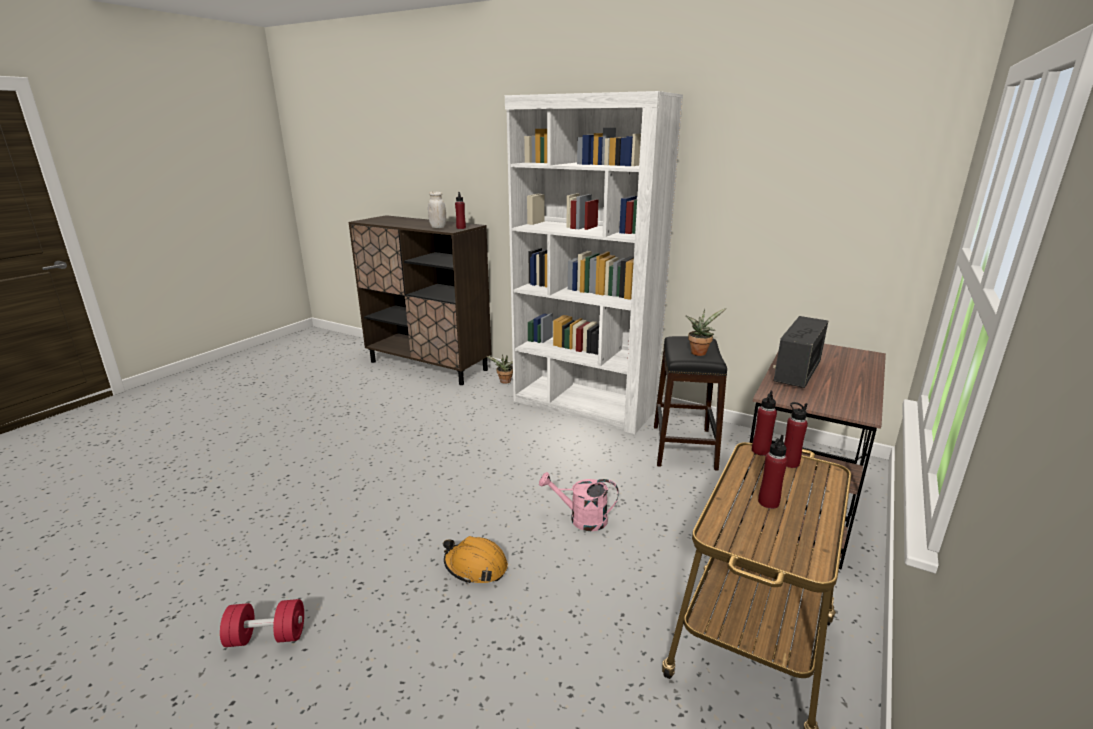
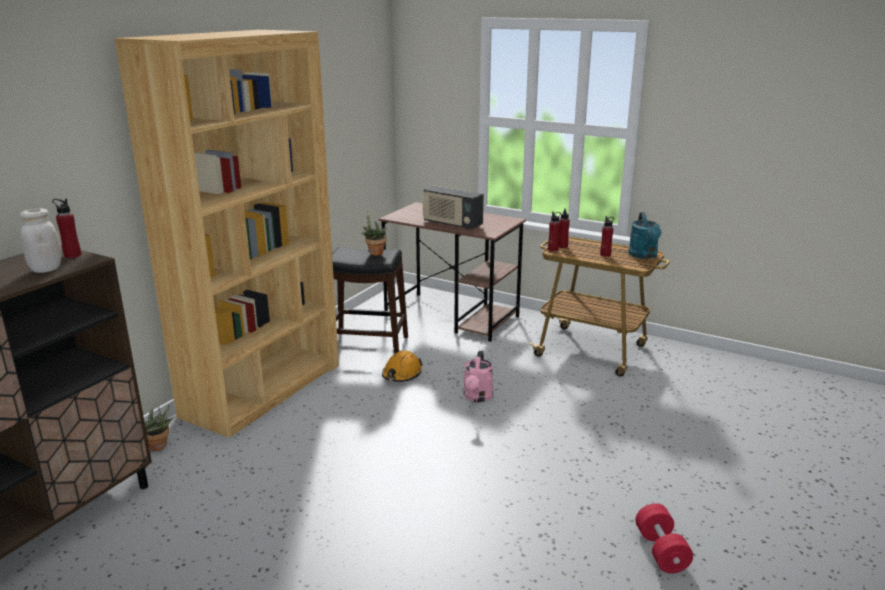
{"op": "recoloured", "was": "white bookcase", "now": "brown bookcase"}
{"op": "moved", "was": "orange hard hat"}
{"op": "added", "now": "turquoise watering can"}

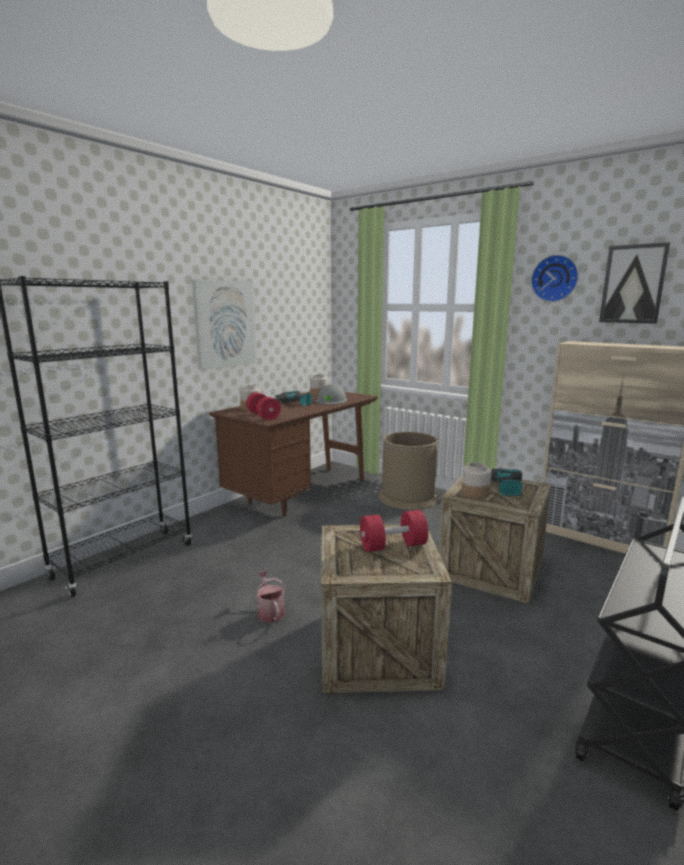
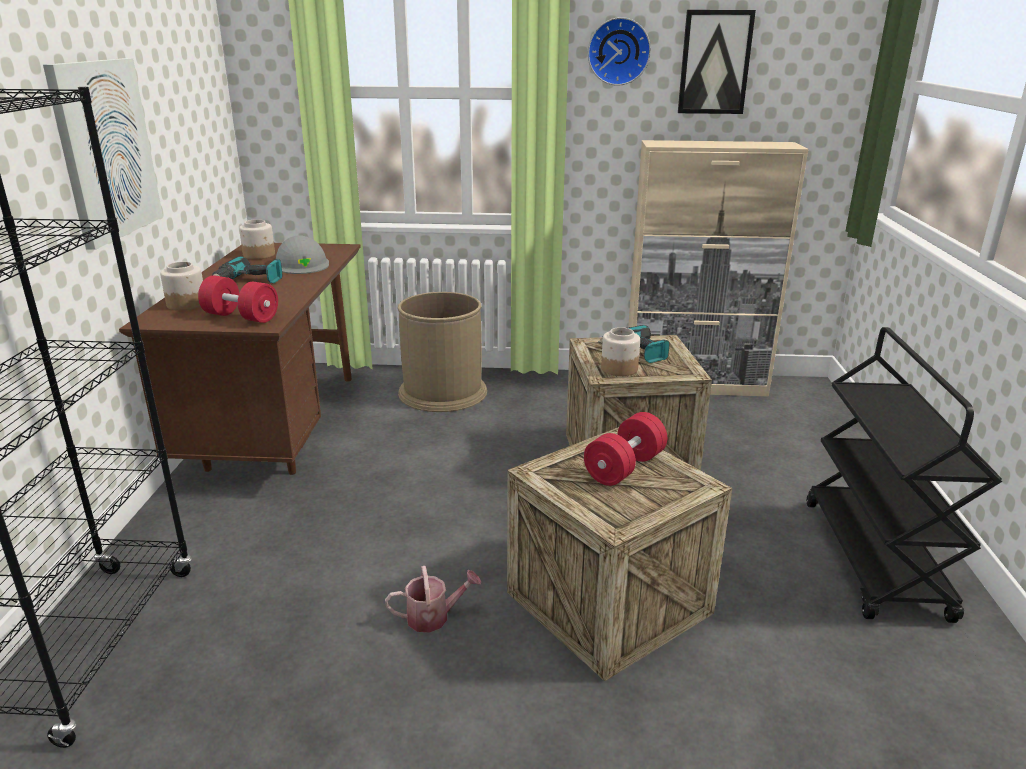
{"op": "turned", "was": "watering can", "clockwise": 135}

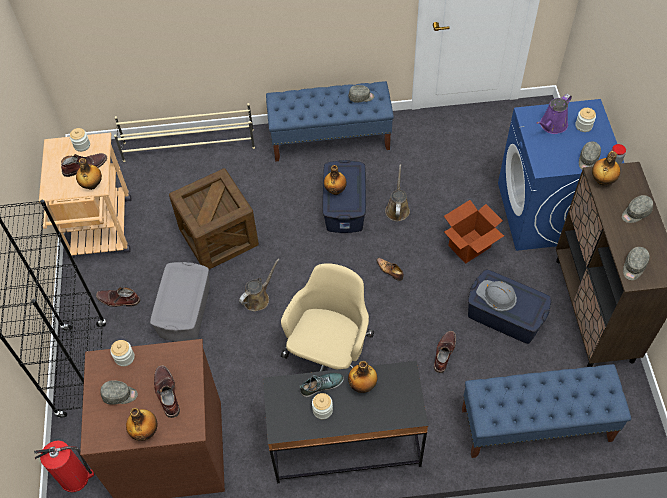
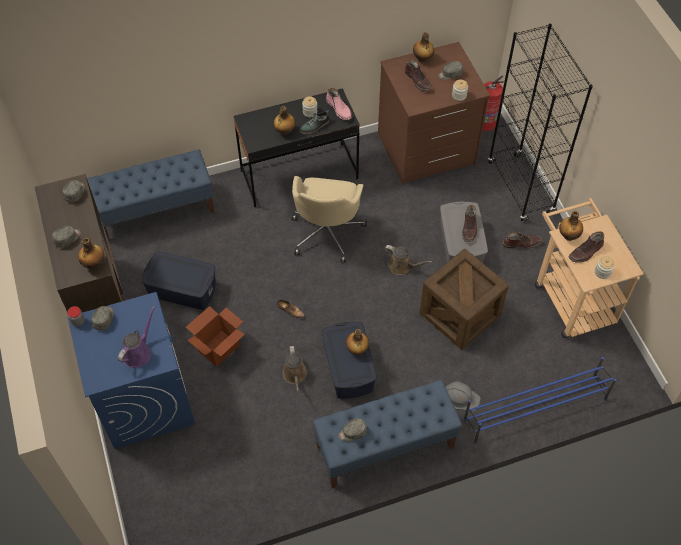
{"op": "recoloured", "was": "beige shoe rack", "now": "blue shoe rack"}
{"op": "removed", "was": "jar (4th from left)"}
{"op": "turned", "was": "brown watering can (1st from left in the first image)", "clockwise": -90}
{"op": "moved", "was": "grey hard hat"}
{"op": "moved", "was": "brown boot (4th from left in the first image)", "now": "brown boot (2nd from left)"}
{"op": "added", "now": "pink boot"}

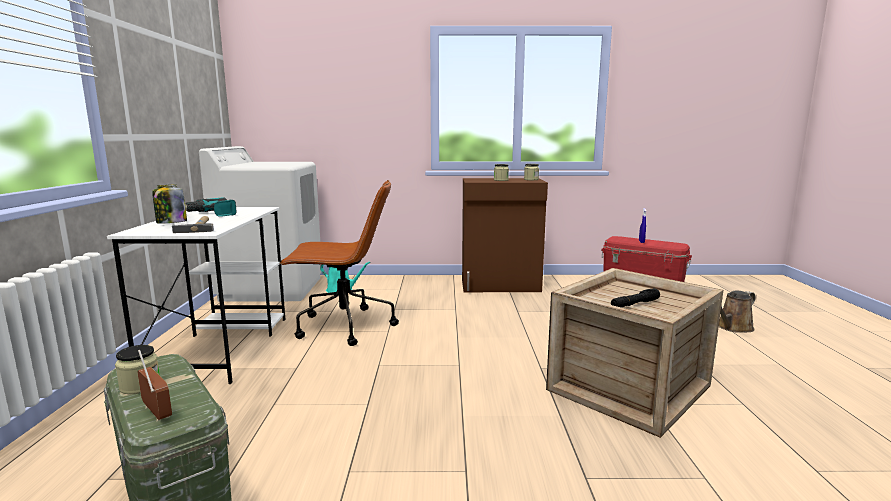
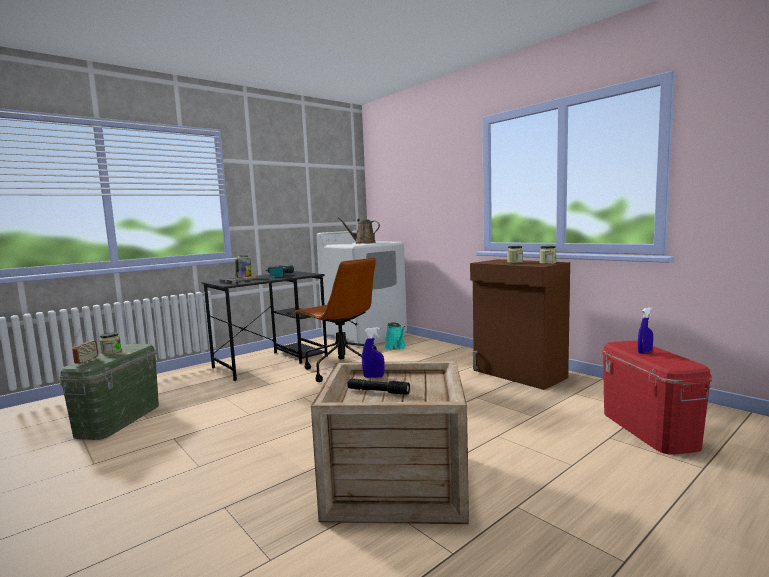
{"op": "recoloured", "was": "white desk", "now": "black desk"}
{"op": "moved", "was": "brown watering can"}
{"op": "added", "now": "blue spray bottle (1st from left)"}

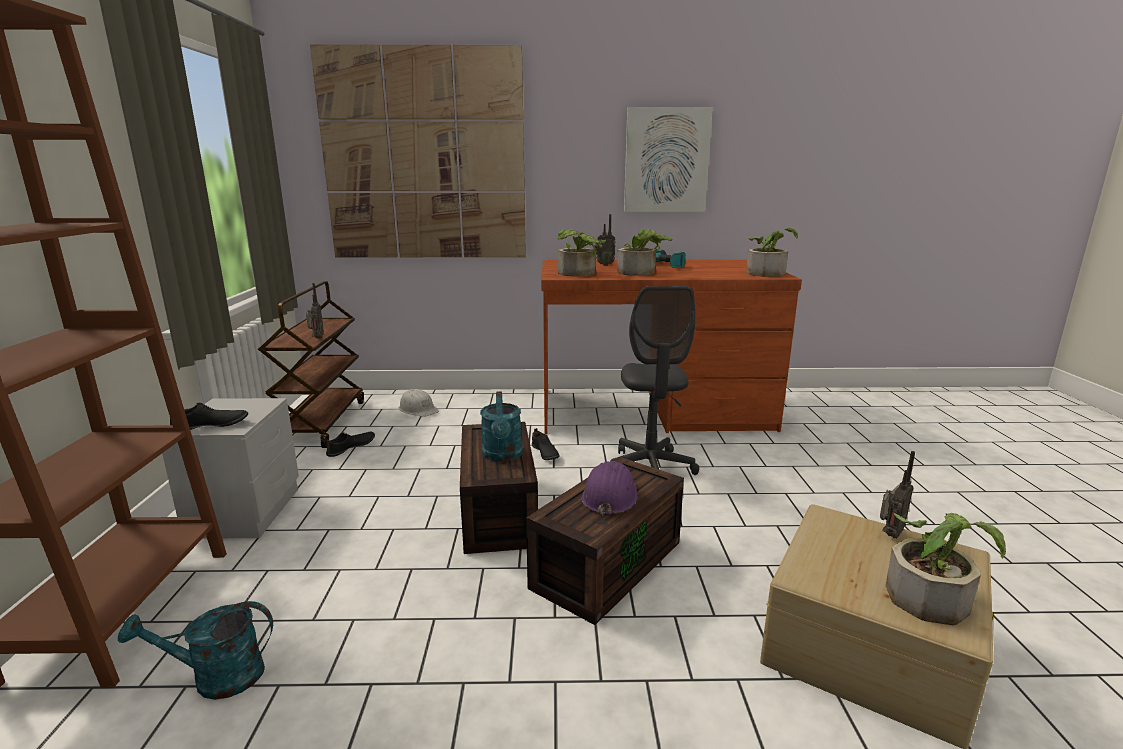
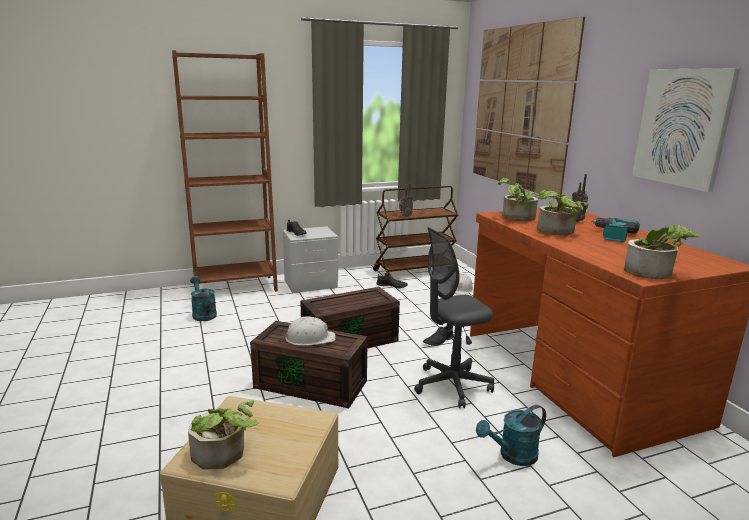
{"op": "moved", "was": "turquoise watering can (2nd from left)"}
{"op": "removed", "was": "radio (3rd from left)"}
{"op": "recoloured", "was": "purple hard hat", "now": "white hard hat (1st from left)"}

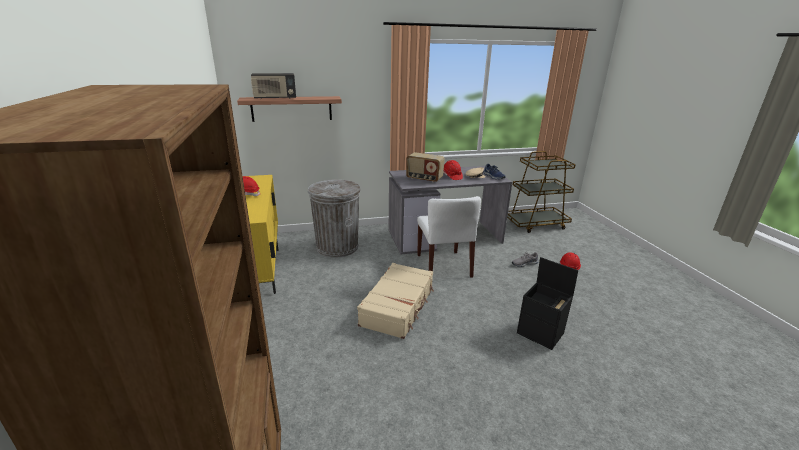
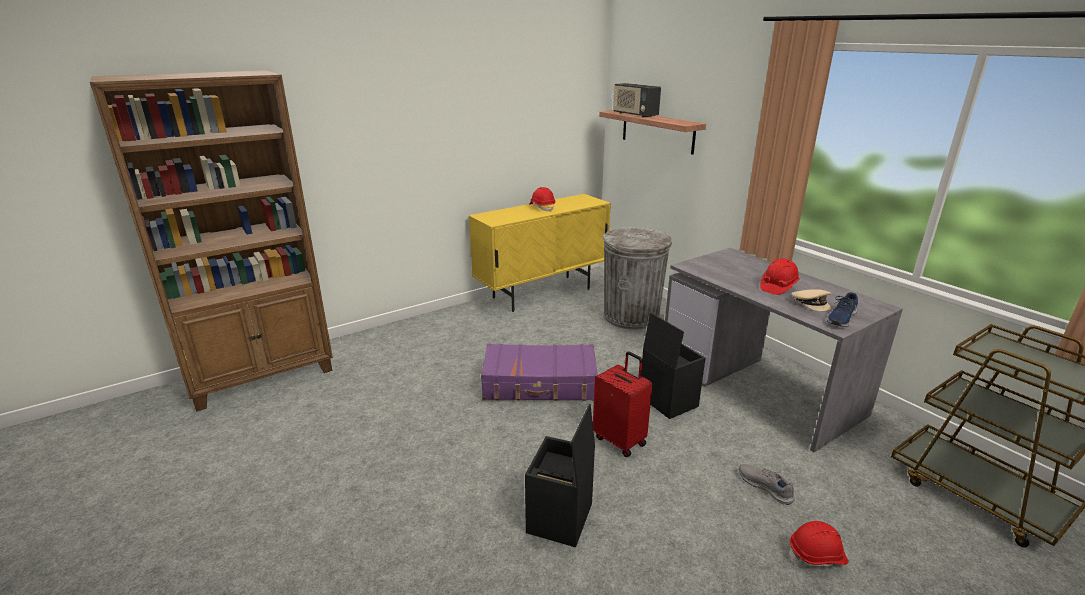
{"op": "removed", "was": "radio (2nd from left)"}
{"op": "replaced", "was": "white chair", "now": "black storage box (2nd from left)"}
{"op": "recoloured", "was": "beige suitcase", "now": "purple suitcase"}
{"op": "added", "now": "red suitcase"}

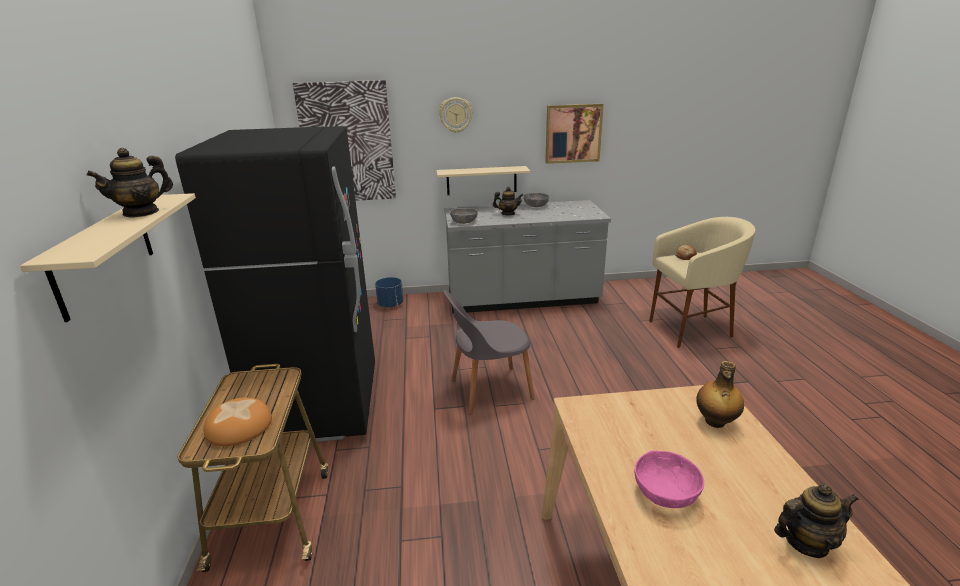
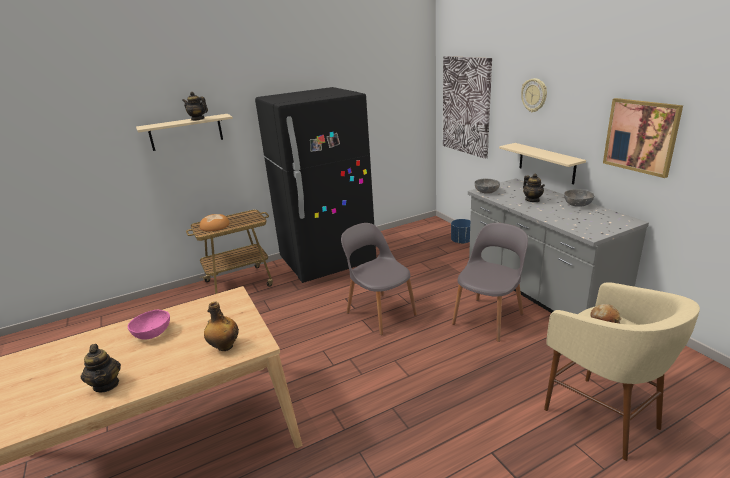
{"op": "added", "now": "grey chair (2nd from left)"}

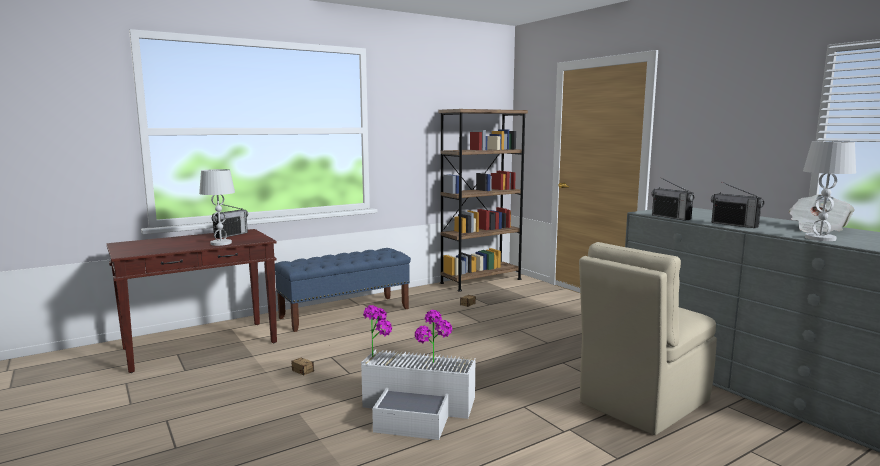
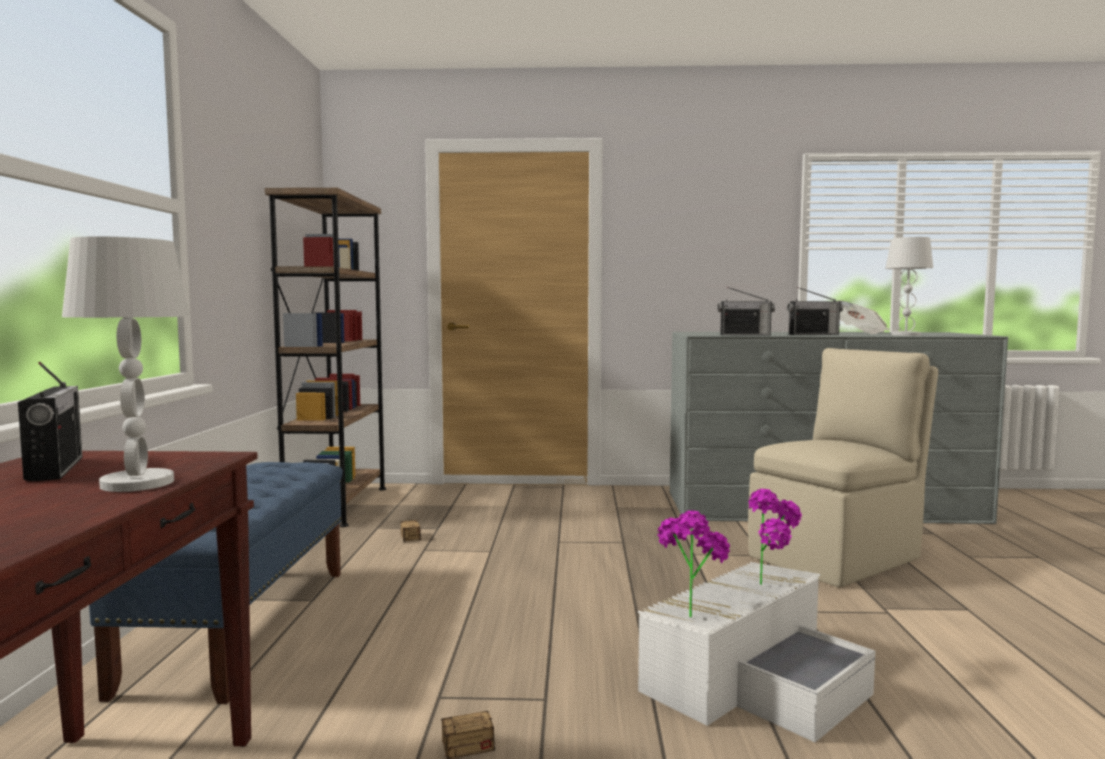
{"op": "turned", "was": "beige chair", "clockwise": -120}

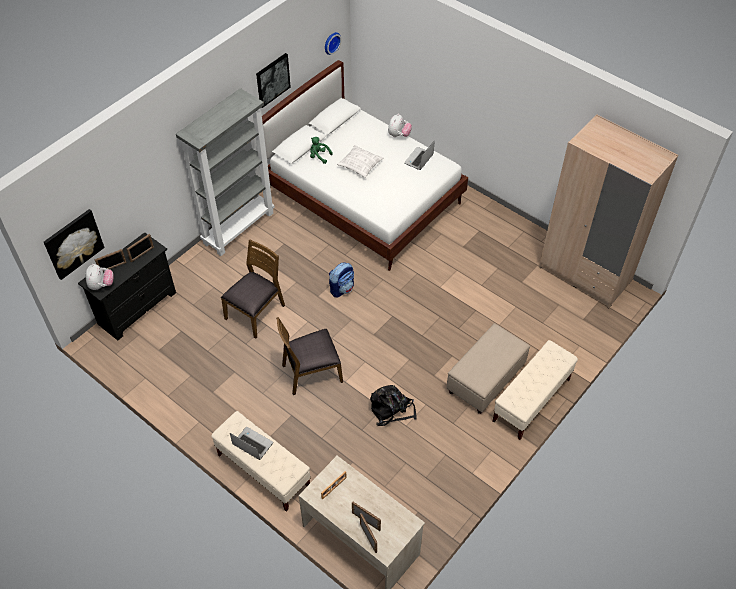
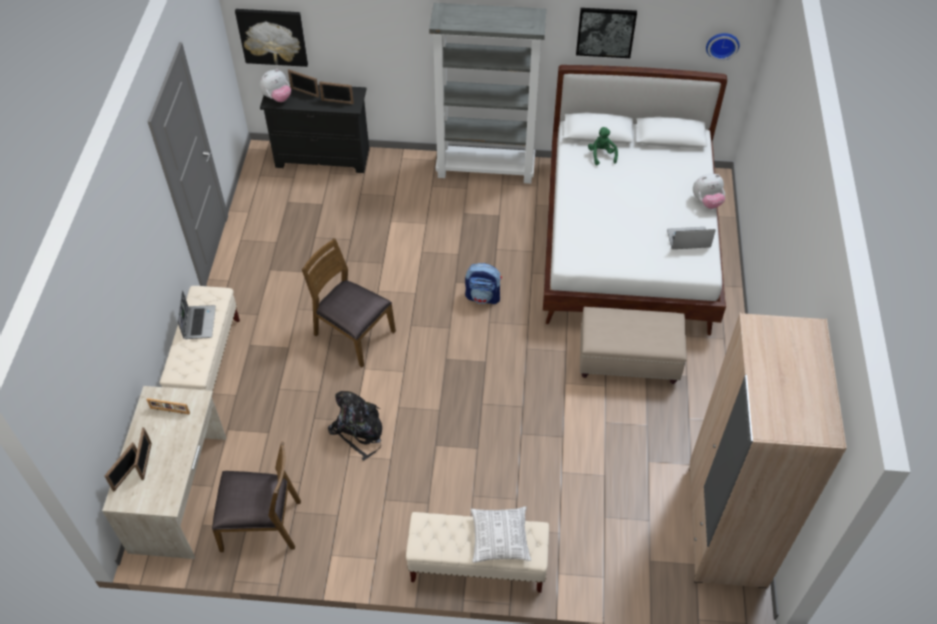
{"op": "moved", "was": "pillow"}
{"op": "moved", "was": "brown chair (1st from left)"}
{"op": "moved", "was": "beige ottoman"}

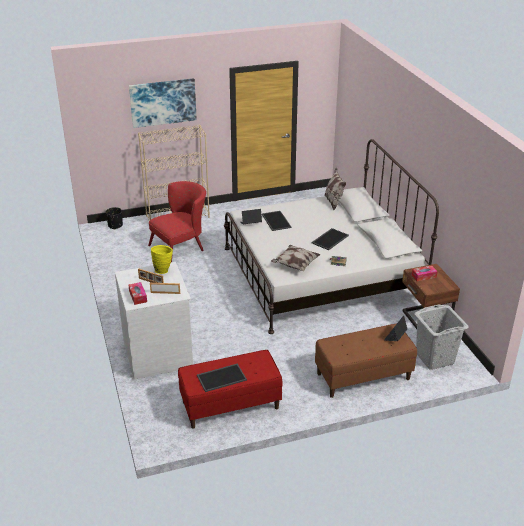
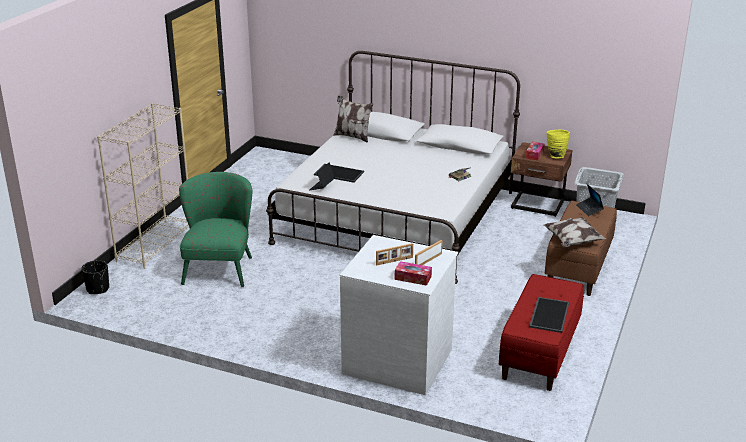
{"op": "removed", "was": "picture"}
{"op": "recoloured", "was": "red armchair", "now": "green armchair"}
{"op": "removed", "was": "tray (3rd from left)"}
{"op": "moved", "was": "yellow vase"}
{"op": "moved", "was": "pillow (1st from left in the first image)", "now": "pillow (2nd from left)"}

